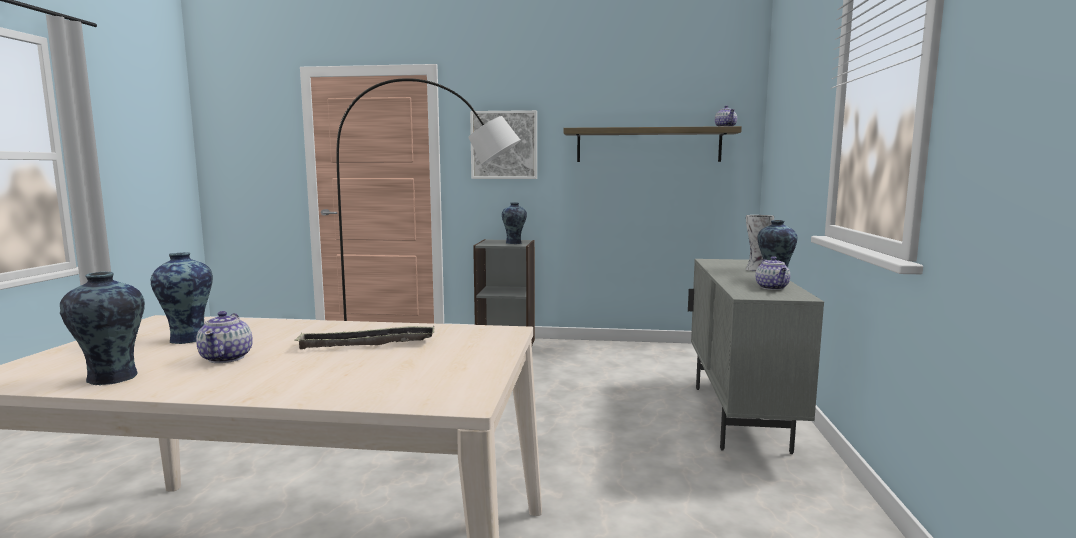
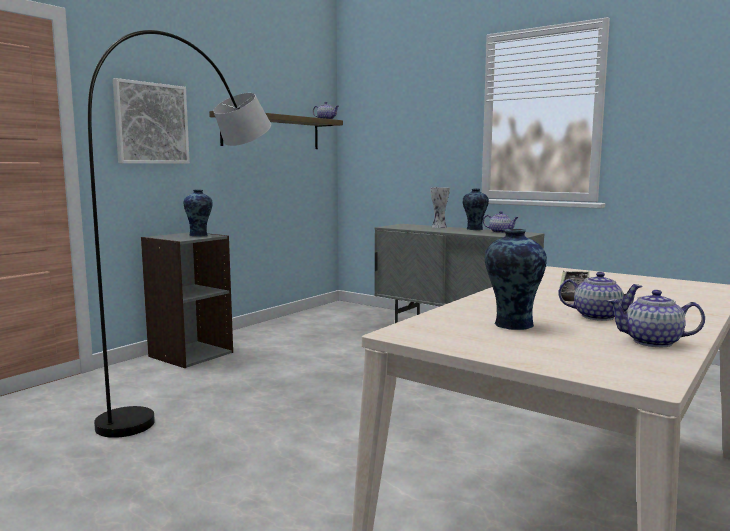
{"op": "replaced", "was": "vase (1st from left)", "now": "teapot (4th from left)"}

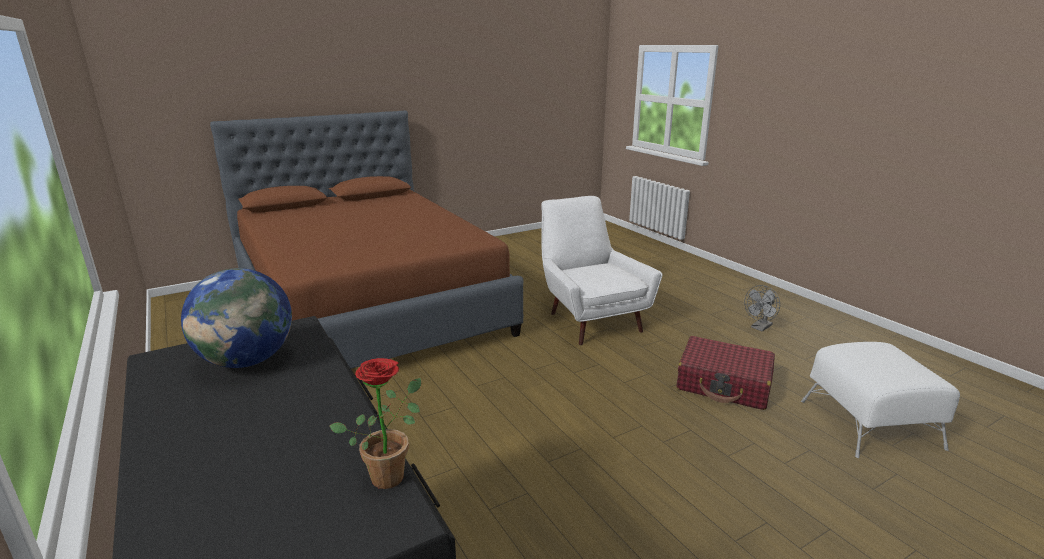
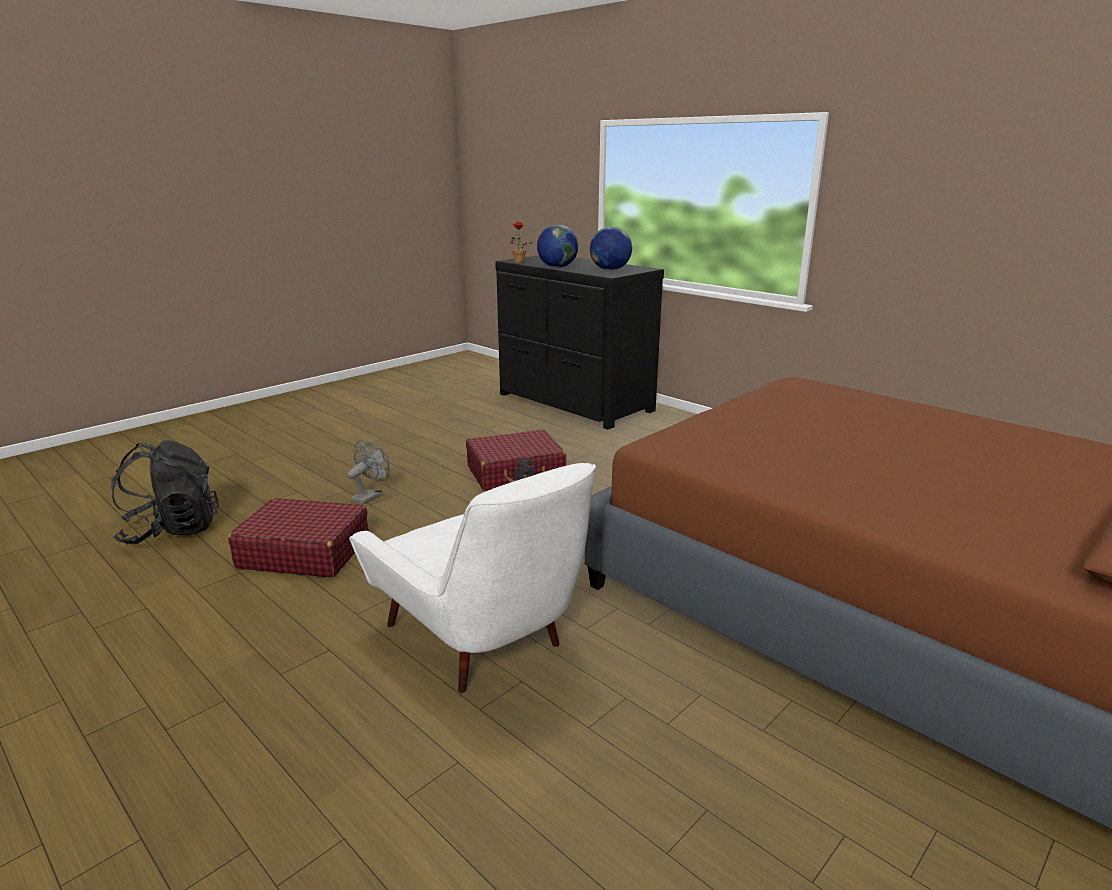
{"op": "moved", "was": "grey fan"}
{"op": "replaced", "was": "white ottoman", "now": "black backpack"}
{"op": "added", "now": "globe (1st from left)"}
{"op": "added", "now": "red suitcase (2nd from left)"}

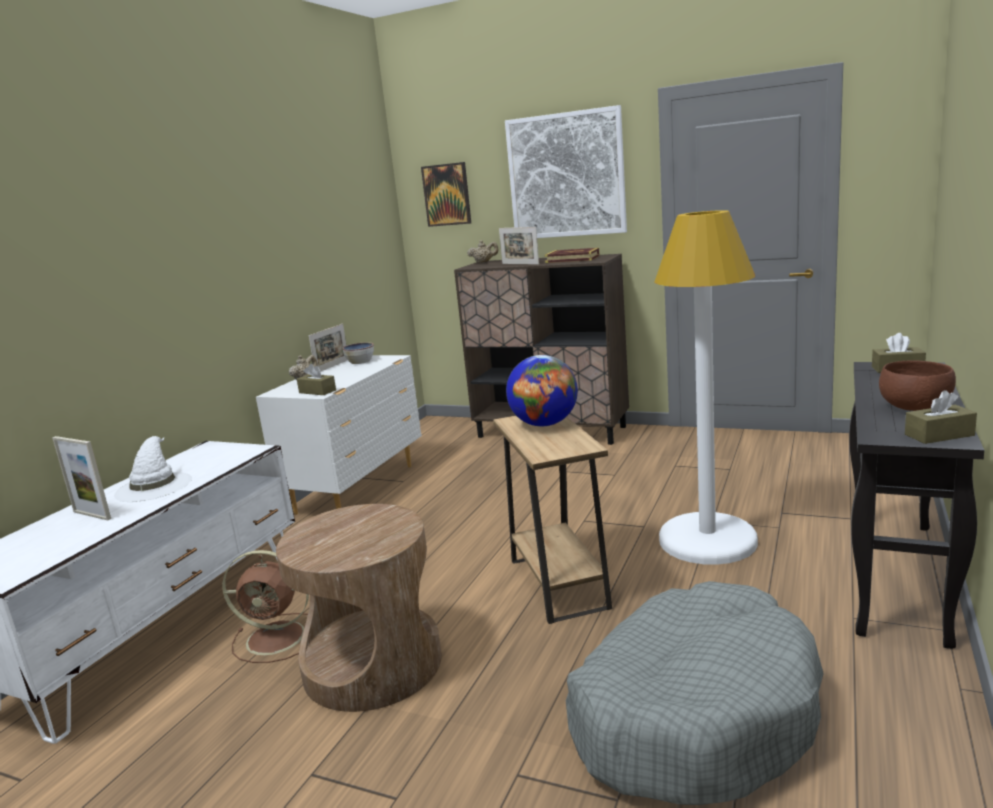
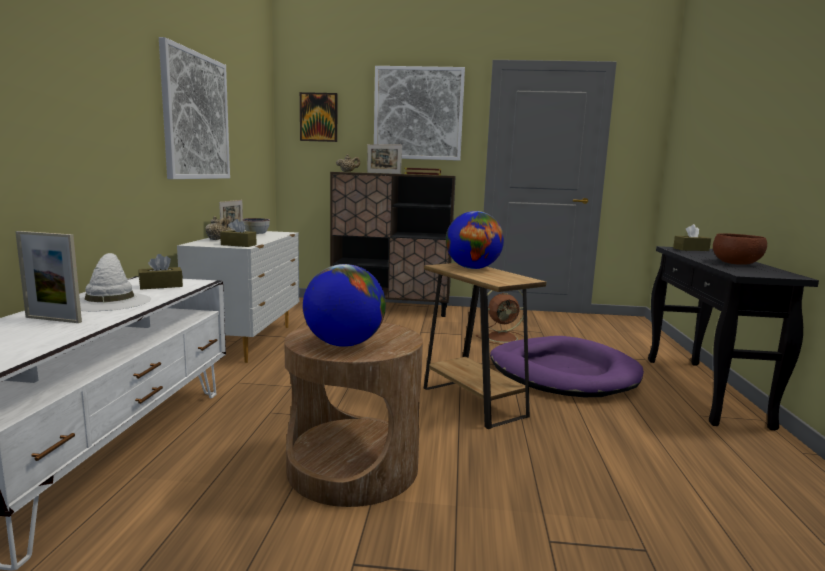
{"op": "replaced", "was": "white floor lamp", "now": "purple dog bed"}
{"op": "moved", "was": "brown tissue box (3rd from left in the first image)", "now": "brown tissue box (1st from left)"}
{"op": "moved", "was": "brown fan"}
{"op": "removed", "was": "grey dog bed"}
{"op": "added", "now": "picture (1st from left)"}
{"op": "added", "now": "globe (1st from left)"}

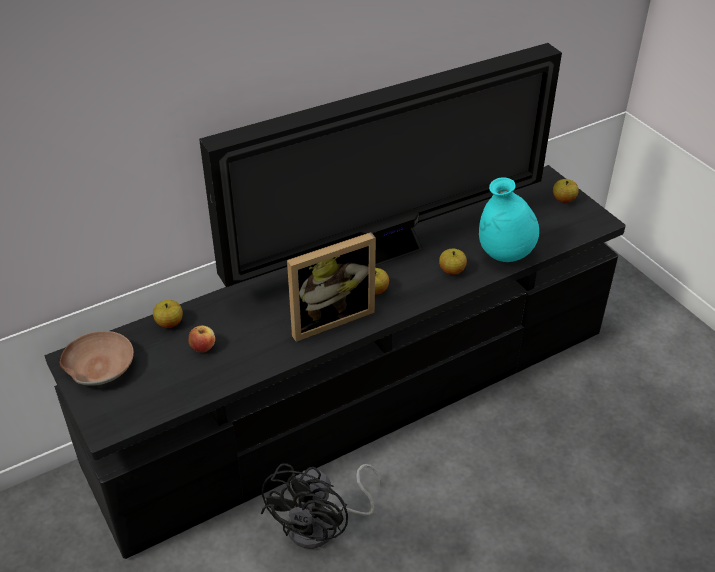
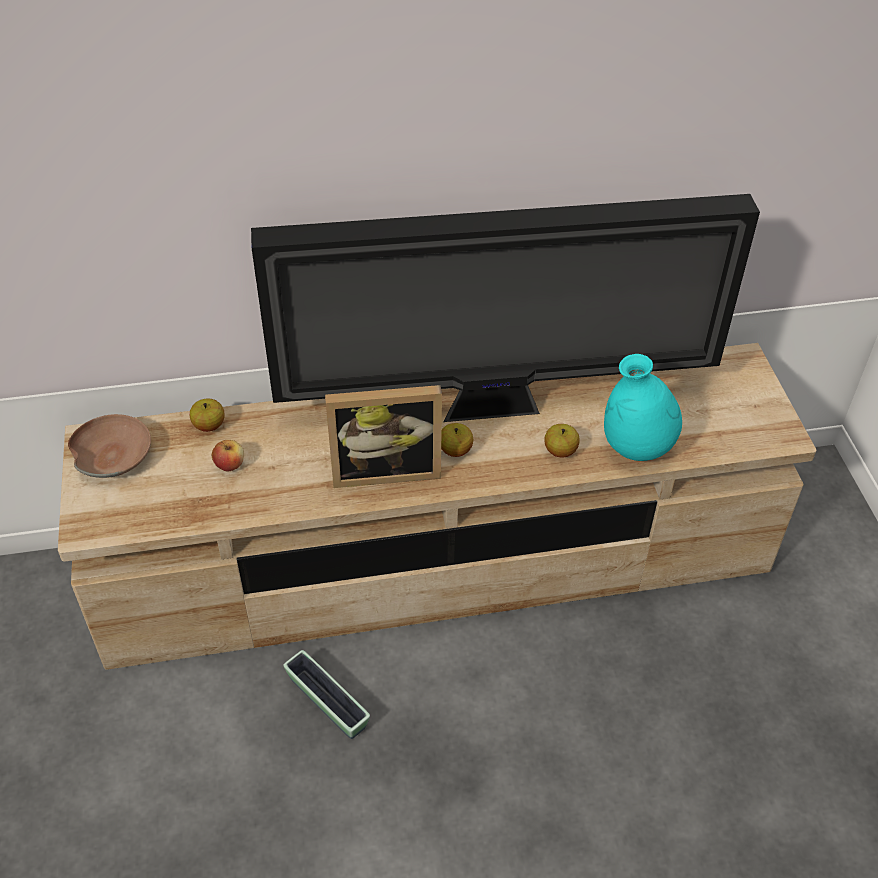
{"op": "recoloured", "was": "black tv stand", "now": "beige tv stand"}
{"op": "removed", "was": "apple (5th from left)"}
{"op": "replaced", "was": "black fan", "now": "planter"}

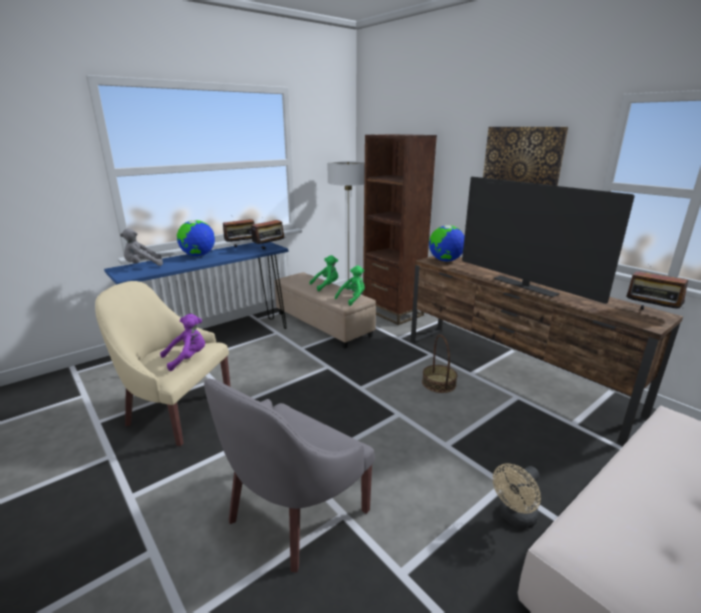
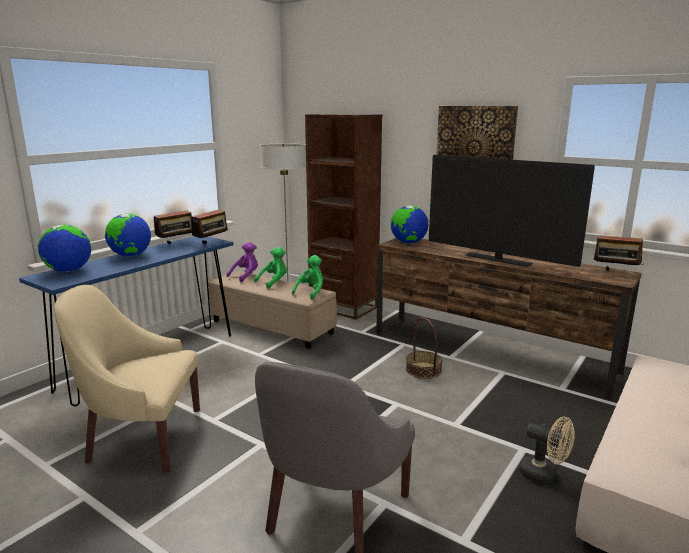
{"op": "replaced", "was": "grey plush toy", "now": "globe (1st from left)"}
{"op": "moved", "was": "purple plush toy"}
{"op": "turned", "was": "beige fan", "clockwise": -90}

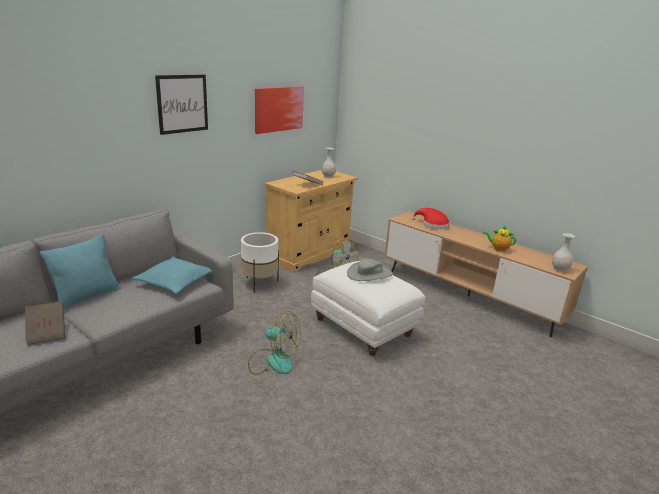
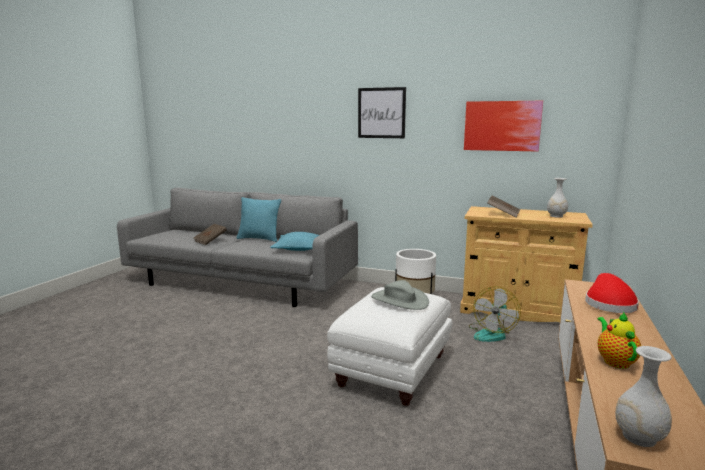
{"op": "removed", "was": "fan (1st from left)"}

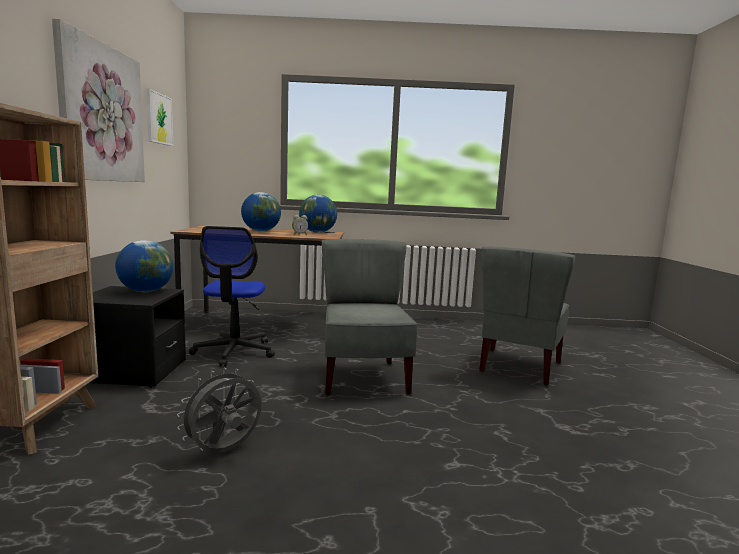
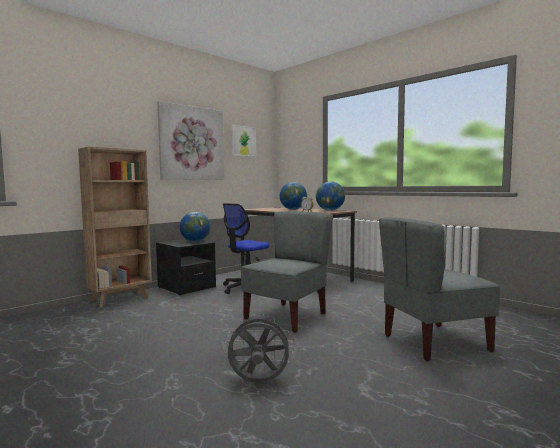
{"op": "moved", "was": "grey fan"}

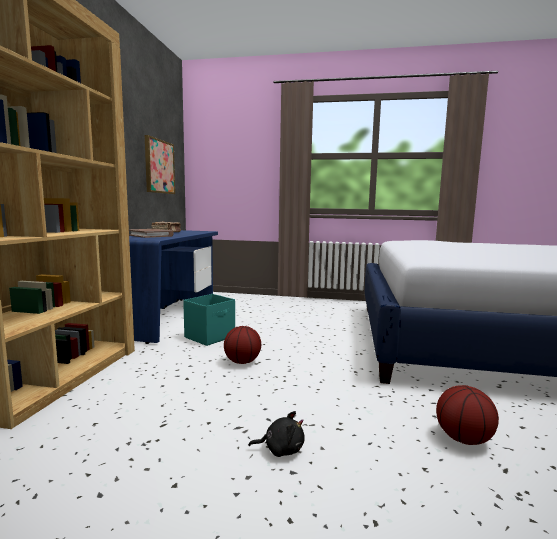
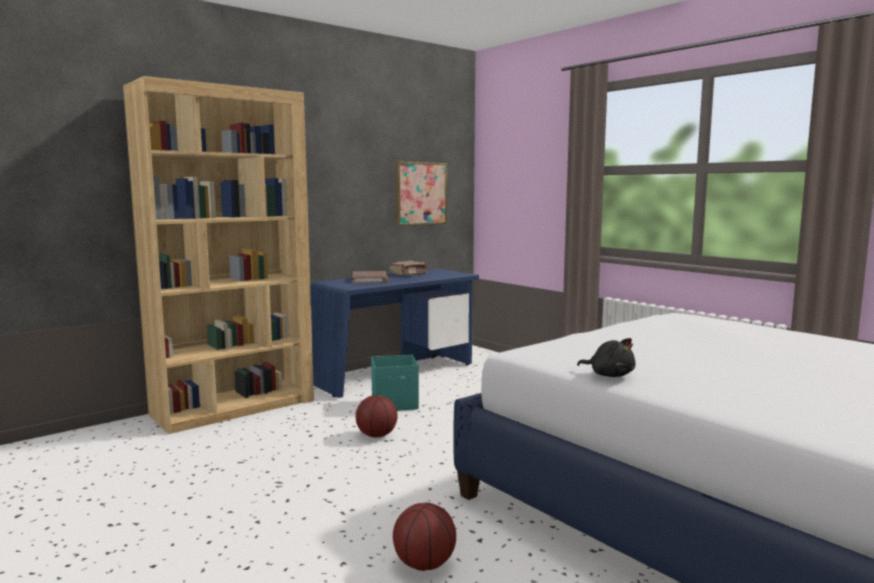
{"op": "moved", "was": "black plush toy"}

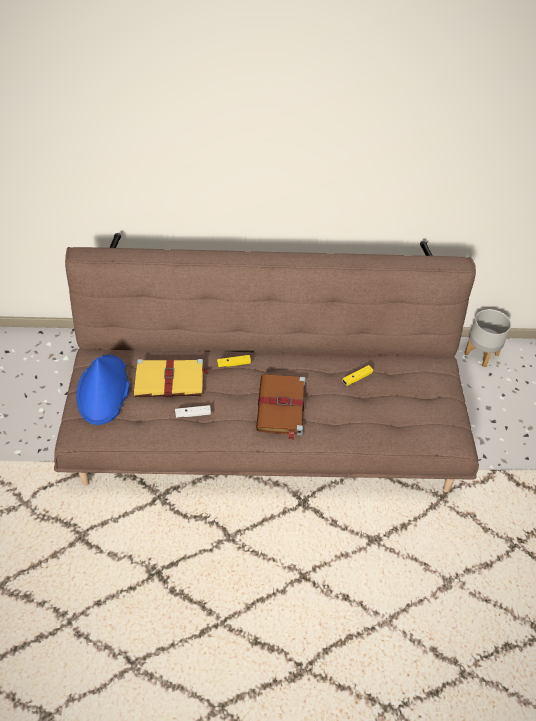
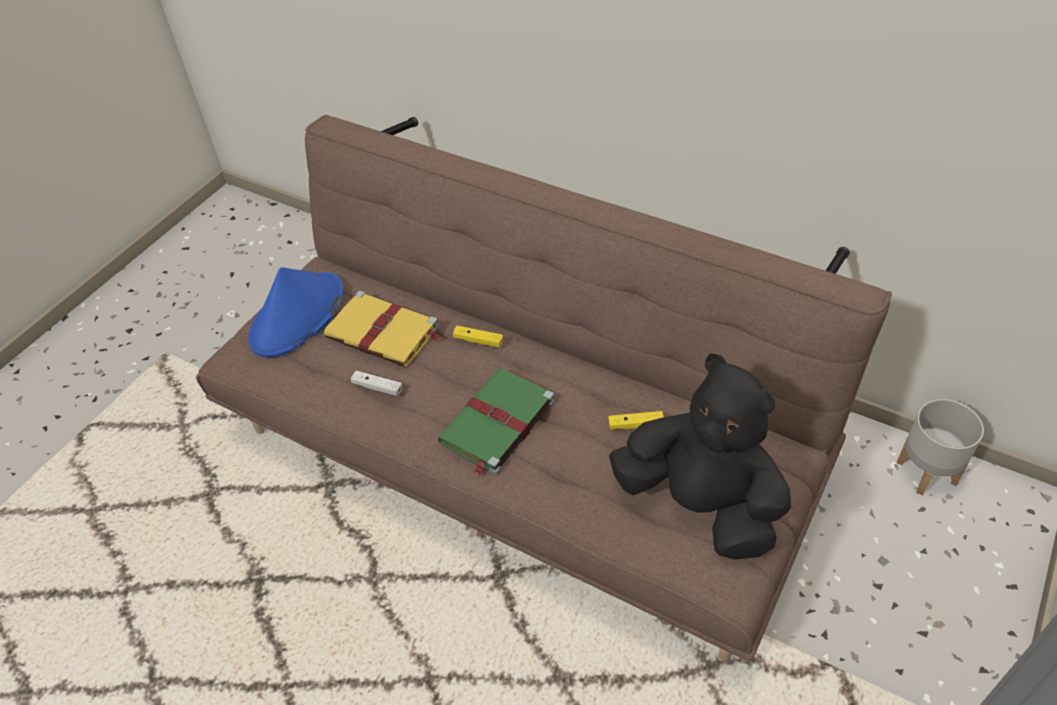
{"op": "recoloured", "was": "brown book", "now": "green book"}
{"op": "added", "now": "black plush toy"}

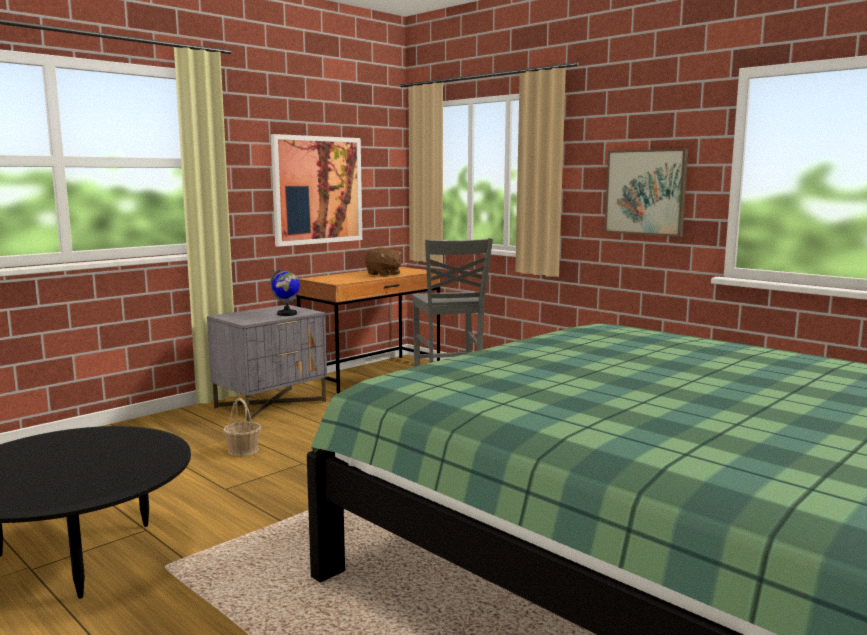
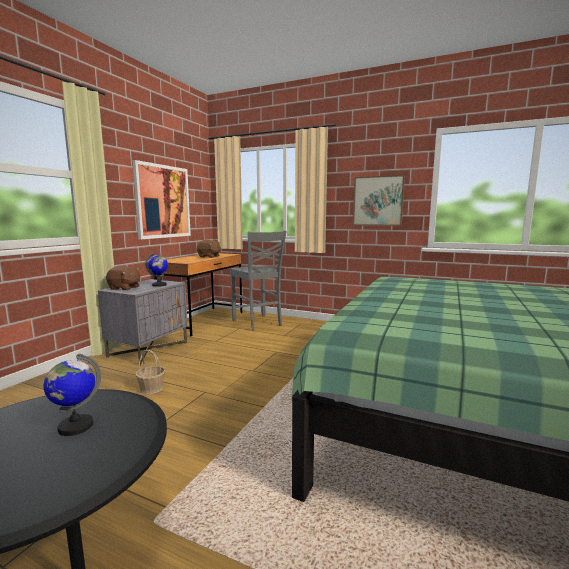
{"op": "added", "now": "brown plush toy (1st from left)"}
{"op": "added", "now": "globe (1st from left)"}

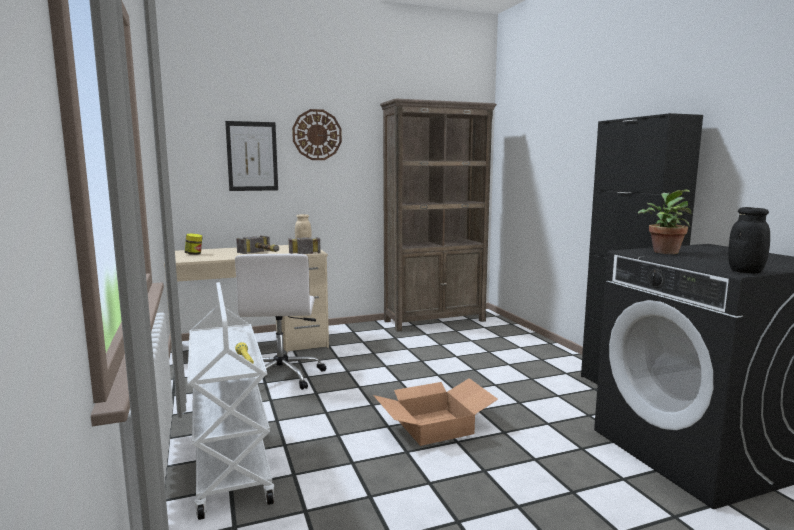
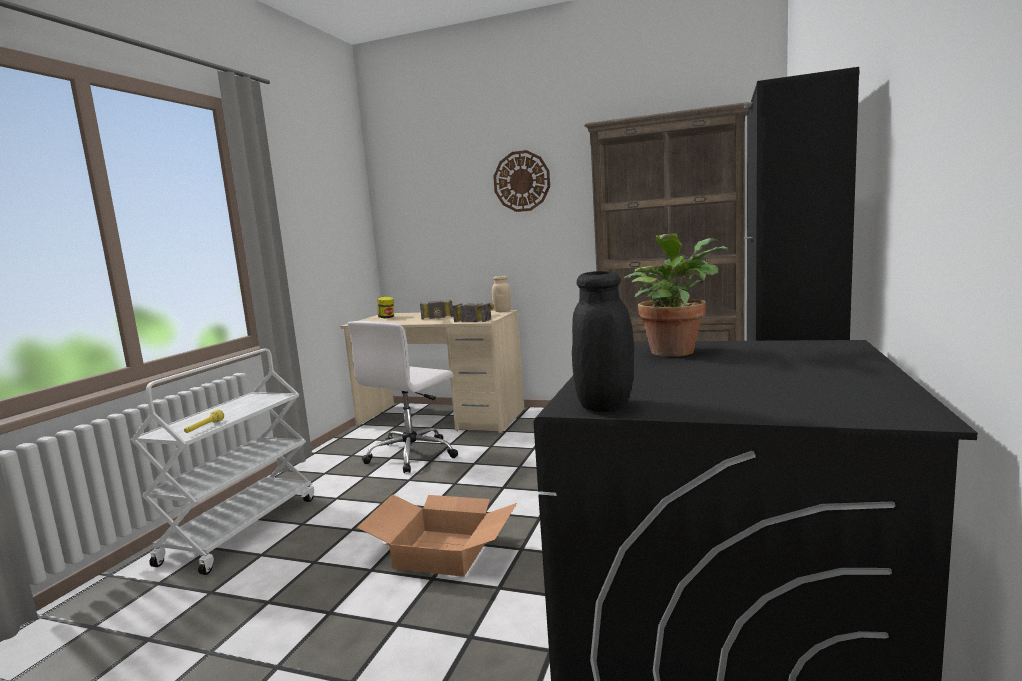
{"op": "removed", "was": "picture"}

